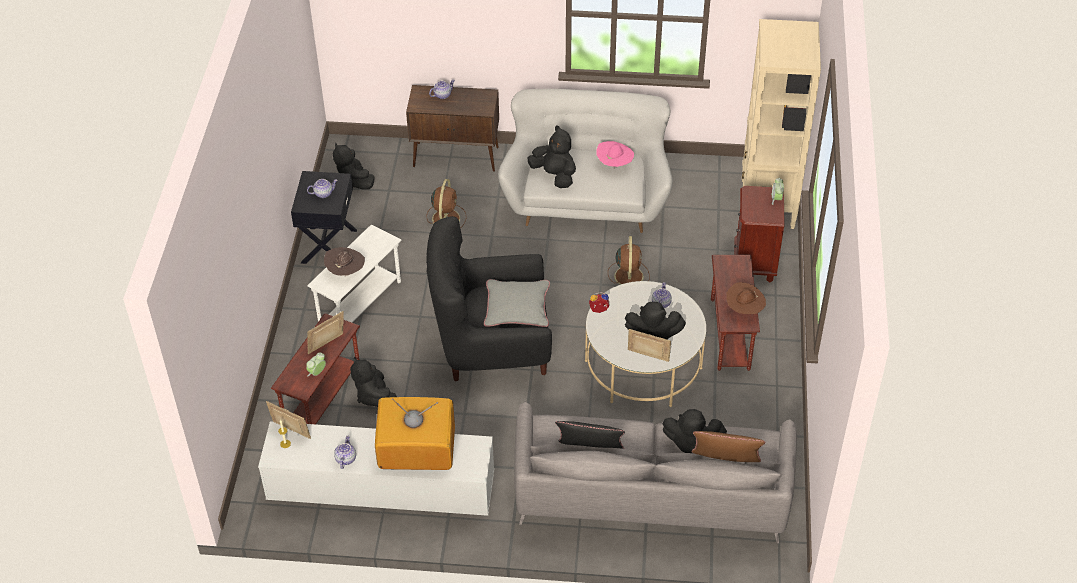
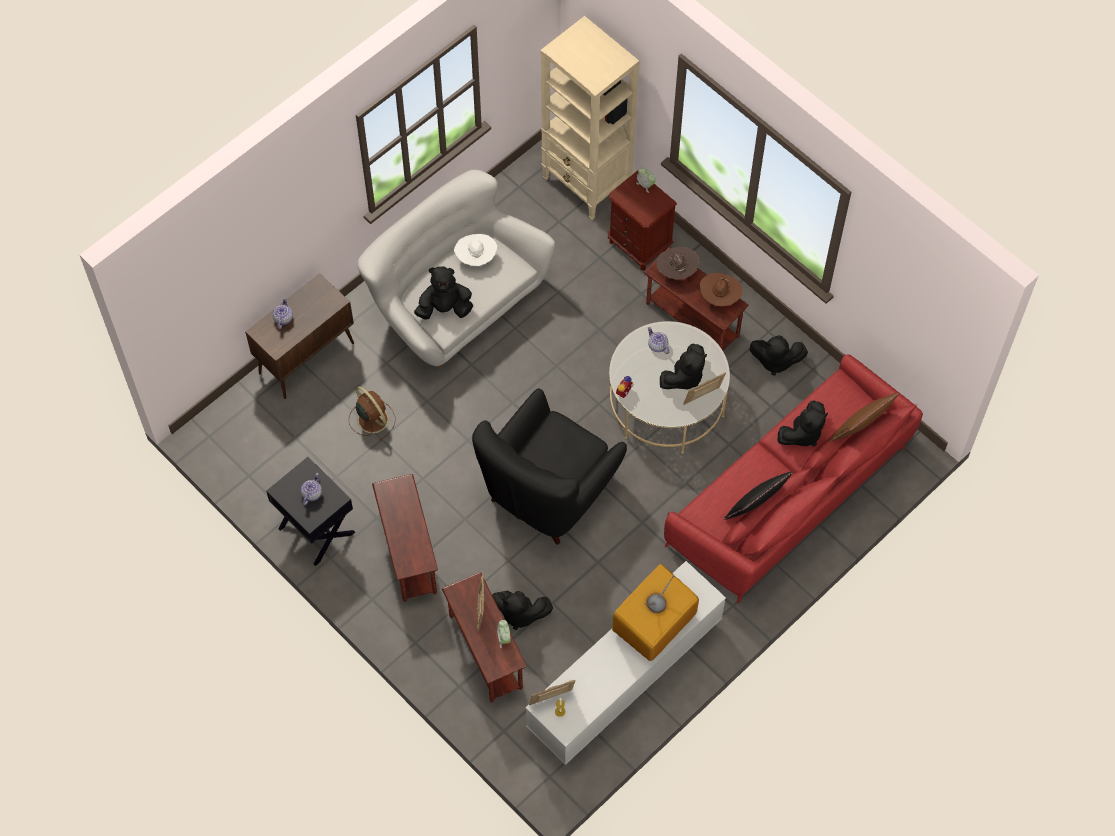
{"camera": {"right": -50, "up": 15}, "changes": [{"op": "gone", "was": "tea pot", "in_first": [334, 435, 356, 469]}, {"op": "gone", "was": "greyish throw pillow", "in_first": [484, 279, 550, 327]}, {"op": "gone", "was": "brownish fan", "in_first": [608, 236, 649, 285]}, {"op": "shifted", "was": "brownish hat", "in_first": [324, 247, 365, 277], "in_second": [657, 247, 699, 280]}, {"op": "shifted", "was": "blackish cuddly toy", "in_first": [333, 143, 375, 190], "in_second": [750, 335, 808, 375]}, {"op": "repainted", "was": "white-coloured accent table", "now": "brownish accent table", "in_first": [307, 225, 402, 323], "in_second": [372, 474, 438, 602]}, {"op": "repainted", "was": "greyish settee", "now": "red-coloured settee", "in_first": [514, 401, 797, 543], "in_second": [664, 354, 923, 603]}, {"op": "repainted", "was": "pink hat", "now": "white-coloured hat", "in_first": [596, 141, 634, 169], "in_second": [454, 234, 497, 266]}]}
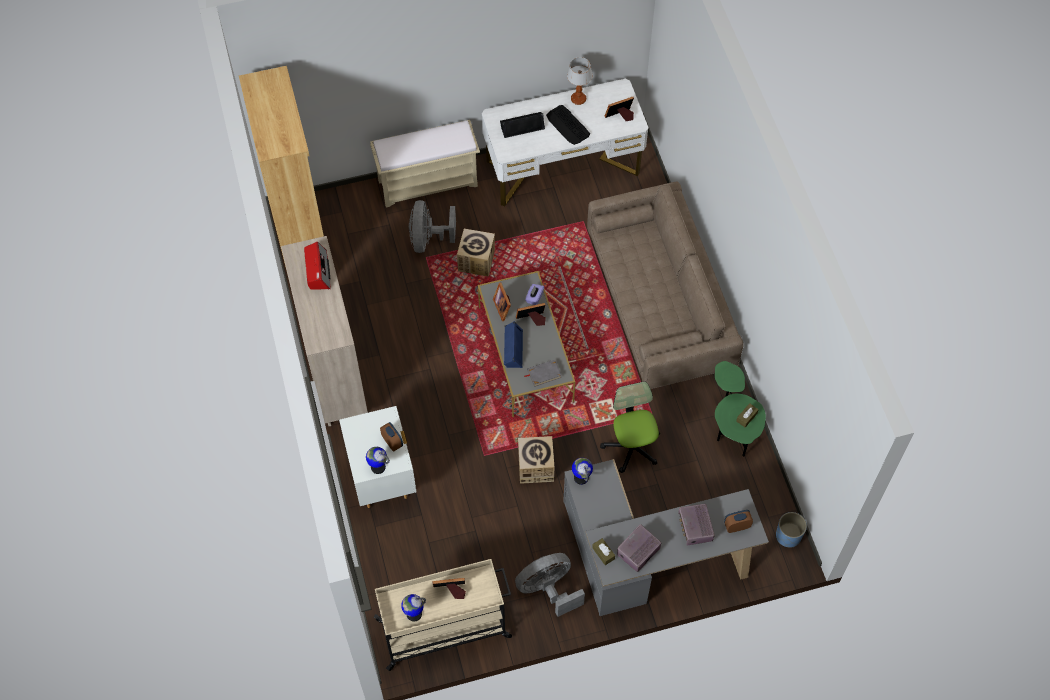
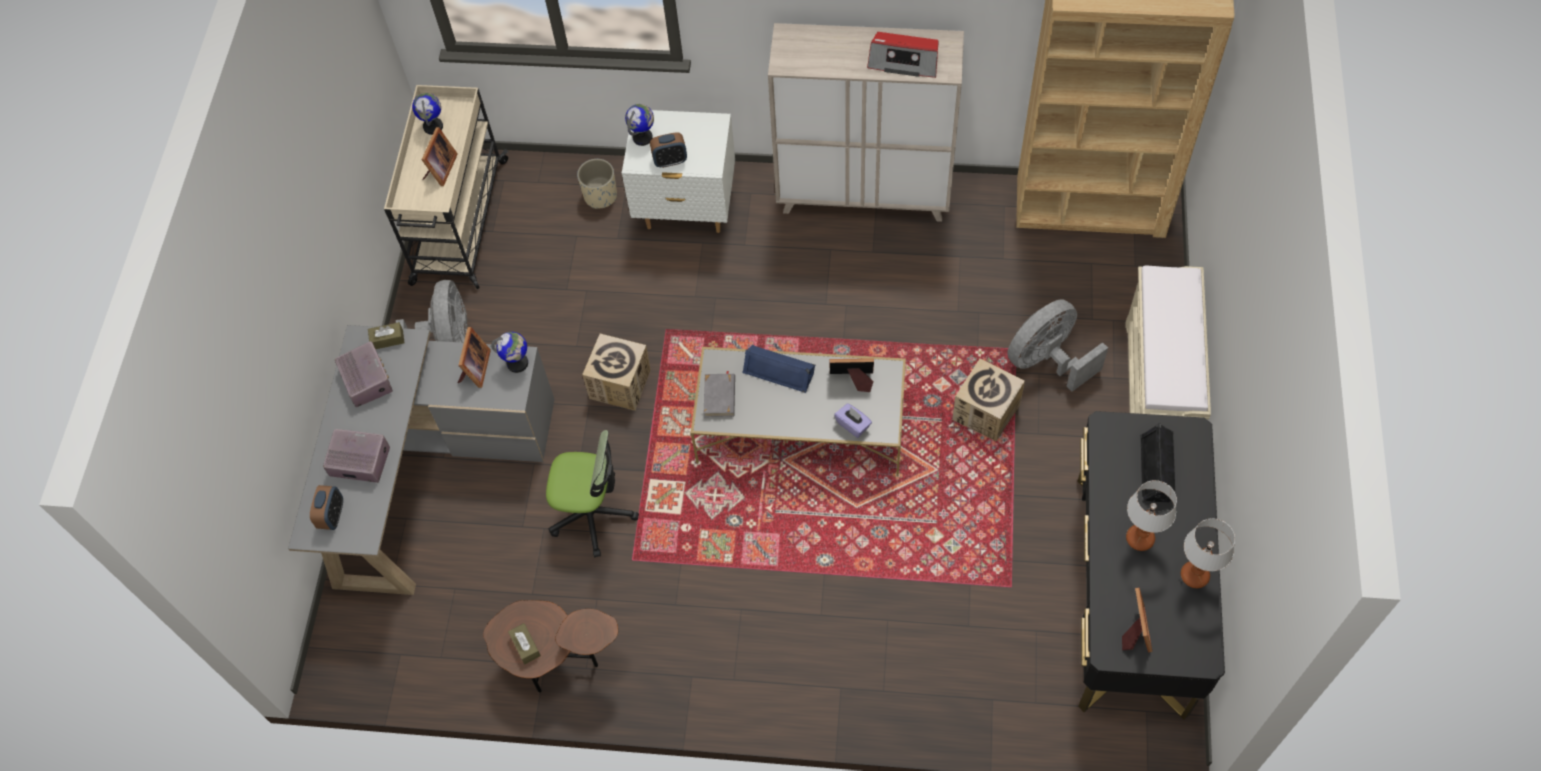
{"camera": {"right": 115, "up": 0}, "changes": [{"op": "gone", "was": "sand-coloured settee", "in_first": [587, 181, 744, 389]}, {"op": "gone", "was": "blue-coloured flower pot", "in_first": [776, 512, 807, 548]}, {"op": "new", "now": "sand-coloured flower pot", "in_second": [577, 159, 617, 209]}, {"op": "shifted", "was": "photo frame", "in_first": [516, 303, 546, 326], "in_second": [458, 327, 491, 388]}, {"op": "swapped", "was": "computer keyboard", "now": "tabletop lamp", "in_first": [546, 105, 590, 145], "in_second": [1126, 480, 1177, 551]}, {"op": "repainted", "was": "white-coloured desk", "now": "blackish desk", "in_first": [482, 79, 649, 207], "in_second": [1077, 411, 1225, 720]}, {"op": "repainted", "was": "green-coloured accent table", "now": "brownish accent table", "in_first": [715, 361, 766, 457], "in_second": [483, 600, 618, 693]}, {"op": "rotated", "was": "greyish fan", "in_first": [409, 200, 456, 253], "in_second": [1007, 299, 1108, 392], "clockwise": -60}]}
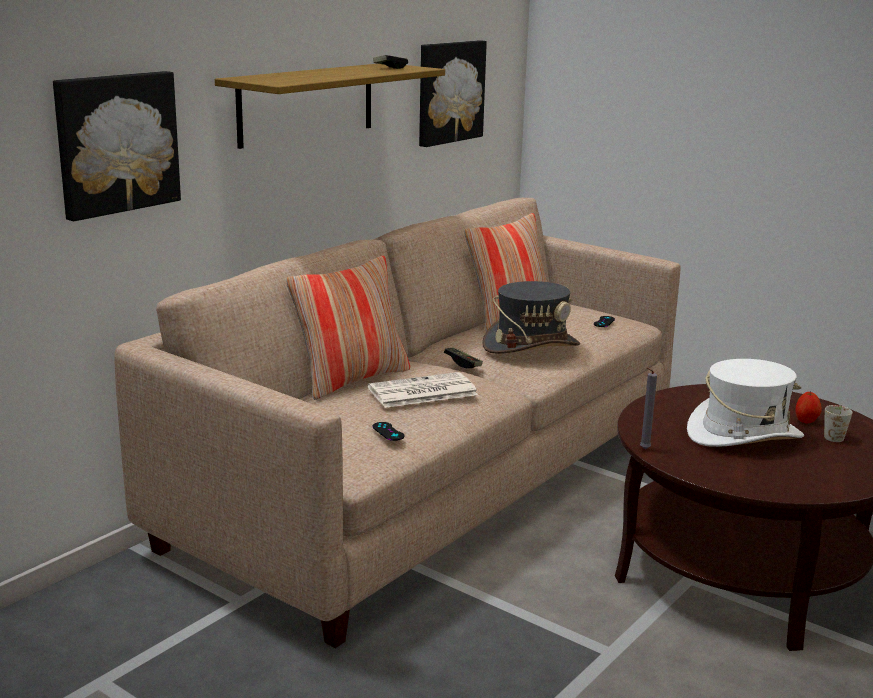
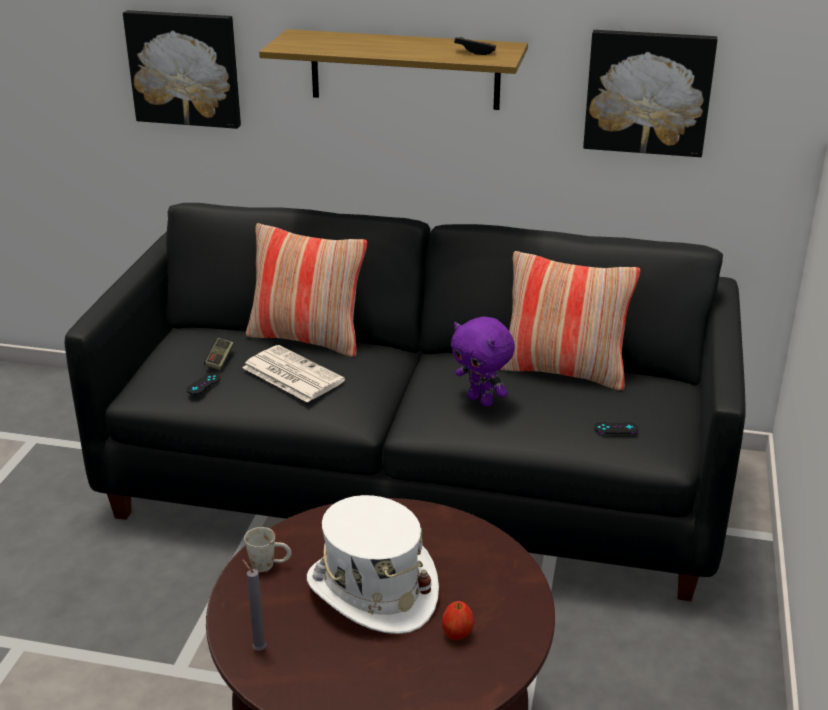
{"camera": {"right": 65, "up": 10}, "changes": [{"op": "shifted", "was": "game controller", "in_first": [444, 347, 483, 368], "in_second": [204, 338, 234, 370]}, {"op": "shifted", "was": "greyish wax candle", "in_first": [640, 367, 657, 449], "in_second": [242, 559, 266, 651]}, {"op": "shifted", "was": "white-coloured tea mug", "in_first": [824, 405, 852, 442], "in_second": [244, 527, 292, 572]}, {"op": "swapped", "was": "greyish hat", "now": "purplish cuddly toy", "in_first": [482, 281, 580, 354], "in_second": [451, 317, 515, 407]}, {"op": "repainted", "was": "sand-coloured settee", "now": "blackish settee", "in_first": [114, 198, 681, 648], "in_second": [65, 203, 746, 601]}]}
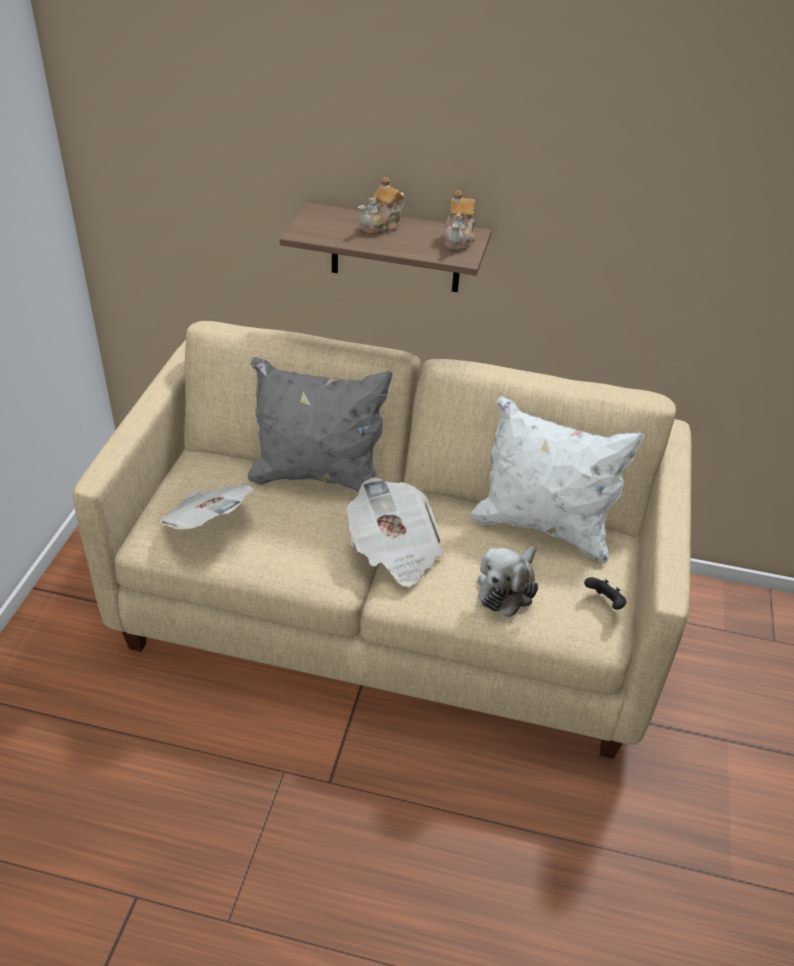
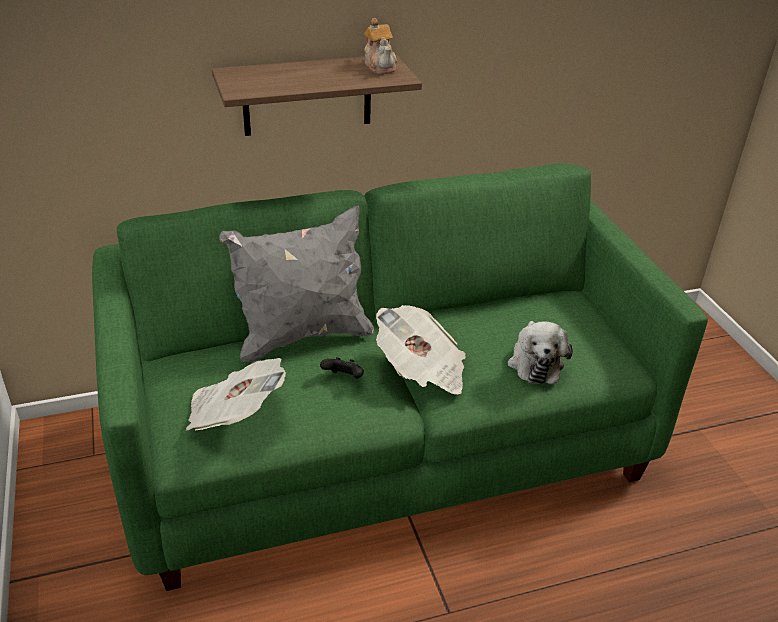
{"camera": {"right": -30, "up": -5}, "changes": [{"op": "gone", "was": "tea pot", "in_first": [358, 177, 406, 234]}, {"op": "gone", "was": "white-coloured throw pillow", "in_first": [471, 396, 644, 564]}, {"op": "shifted", "was": "blackish game controller", "in_first": [584, 577, 626, 610], "in_second": [320, 357, 364, 379]}, {"op": "repainted", "was": "sand-coloured settee", "now": "green-coloured settee", "in_first": [73, 321, 691, 759], "in_second": [92, 163, 708, 591]}]}
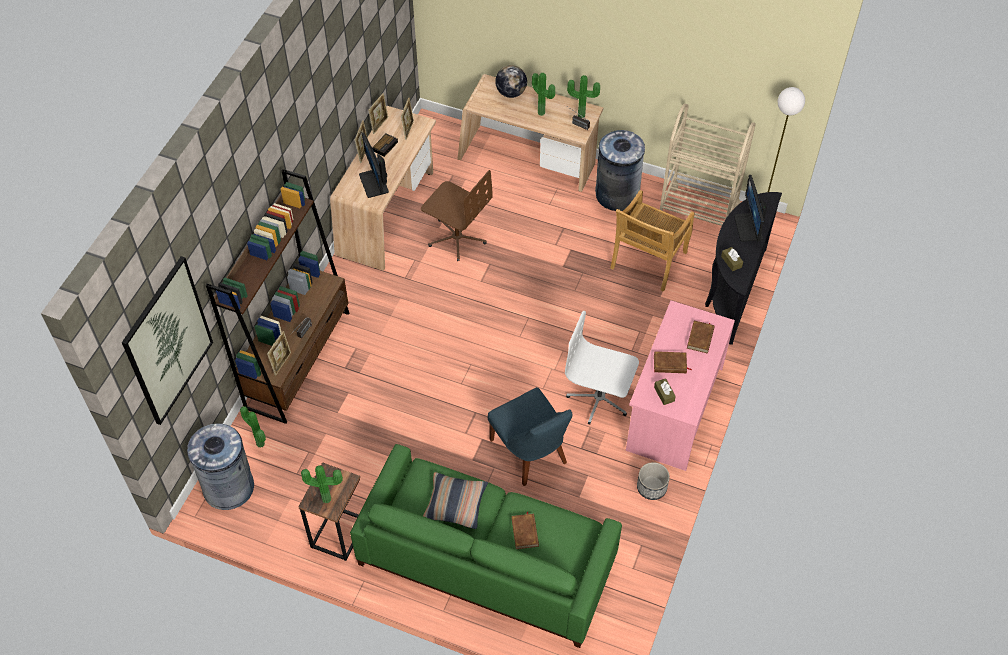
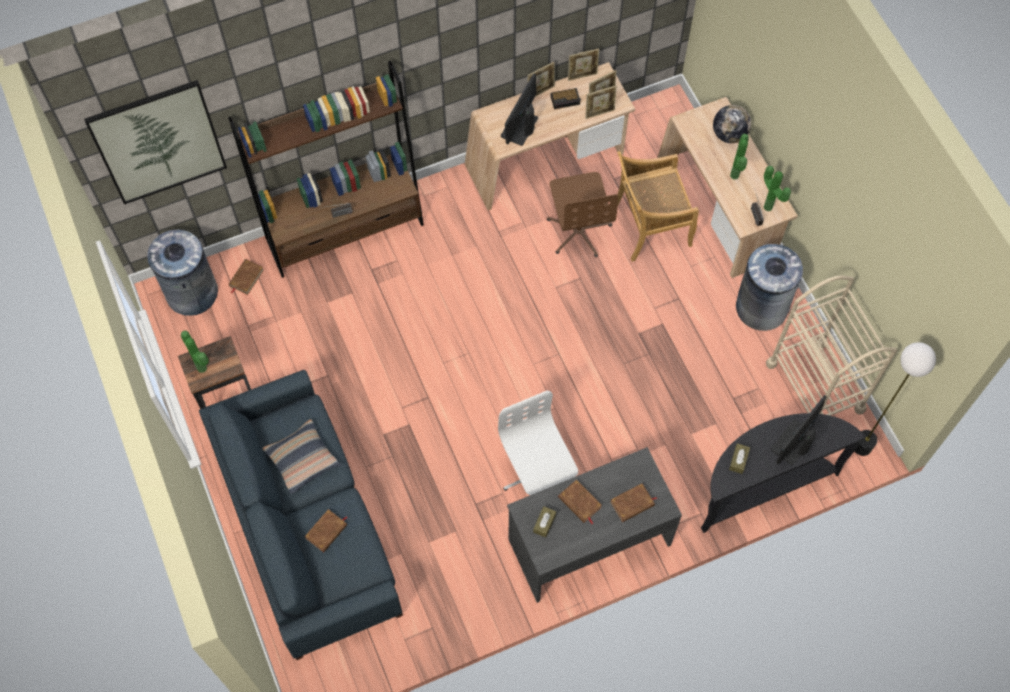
{"camera": {"right": 45, "up": 10}, "changes": [{"op": "gone", "was": "blue-coloured chair", "in_first": [488, 387, 572, 486]}, {"op": "gone", "was": "flower pot", "in_first": [637, 462, 670, 500]}, {"op": "shifted", "was": "photo frame", "in_first": [267, 331, 291, 375], "in_second": [585, 85, 617, 119]}, {"op": "shifted", "was": "sand-coloured chair", "in_first": [610, 190, 694, 292], "in_second": [617, 151, 699, 262]}, {"op": "swapped", "was": "potted plant", "now": "brownish book", "in_first": [240, 406, 266, 448], "in_second": [229, 259, 264, 295]}, {"op": "repainted", "was": "green-coloured settee", "now": "blue-coloured settee", "in_first": [350, 444, 622, 648], "in_second": [199, 370, 403, 660]}, {"op": "repainted", "was": "pink desk", "now": "greyish desk", "in_first": [626, 300, 735, 471], "in_second": [507, 447, 682, 603]}]}
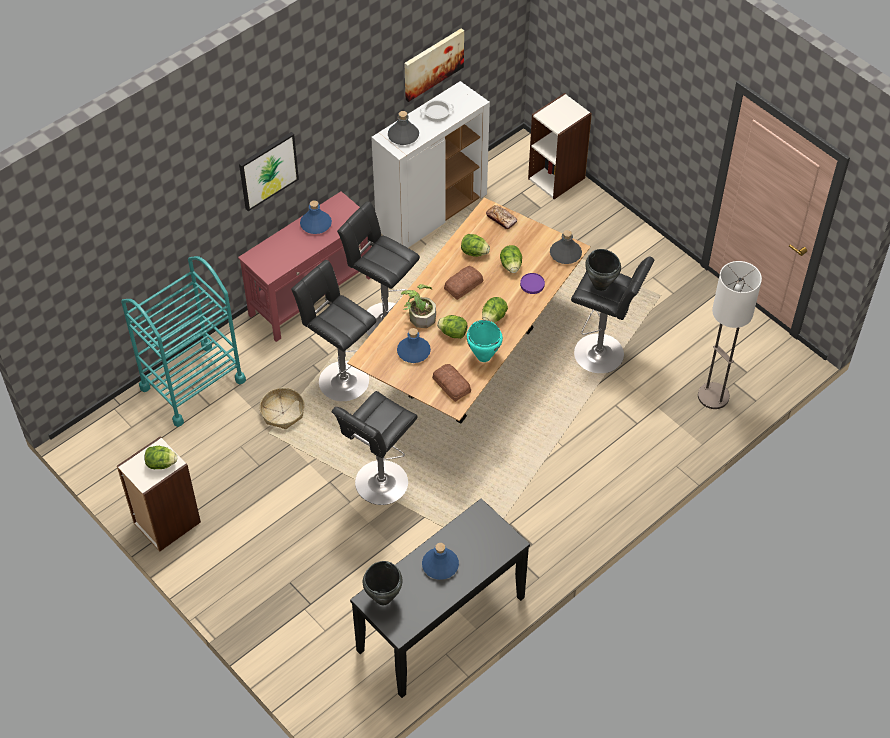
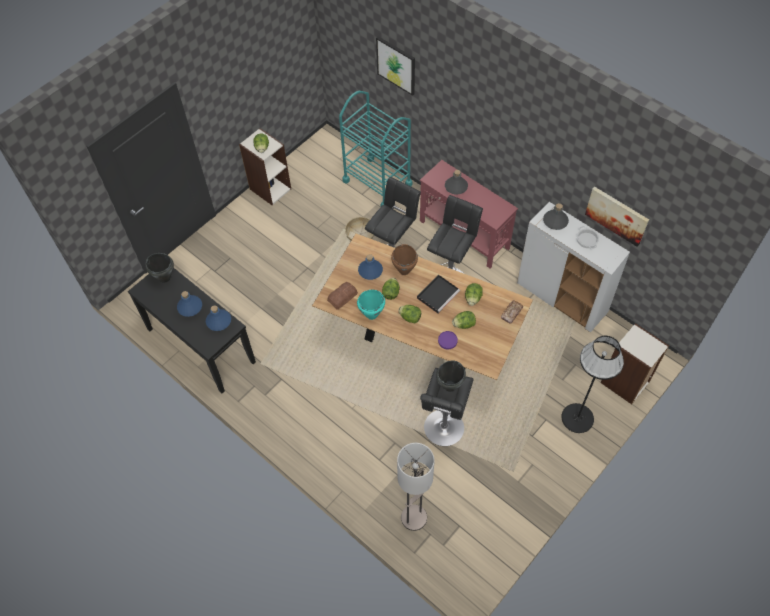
{"camera": {"right": 85, "up": 5}, "changes": [{"op": "gone", "was": "blackish stool", "in_first": [332, 391, 418, 505]}, {"op": "new", "now": "blackish standing lamp", "in_second": [561, 336, 624, 433]}, {"op": "shifted", "was": "wall picture", "in_first": [239, 132, 299, 211], "in_second": [376, 36, 415, 96]}, {"op": "shifted", "was": "blue-coloured bottle", "in_first": [300, 200, 332, 234], "in_second": [206, 305, 231, 331]}, {"op": "shifted", "was": "greyish bottle", "in_first": [550, 230, 582, 264], "in_second": [445, 170, 468, 194]}, {"op": "swapped", "was": "potted plant", "now": "brownish cooking pot", "in_first": [401, 284, 436, 328], "in_second": [391, 244, 418, 275]}, {"op": "swapped", "was": "bread", "now": "blackish tray", "in_first": [444, 266, 483, 300], "in_second": [417, 275, 460, 313]}]}
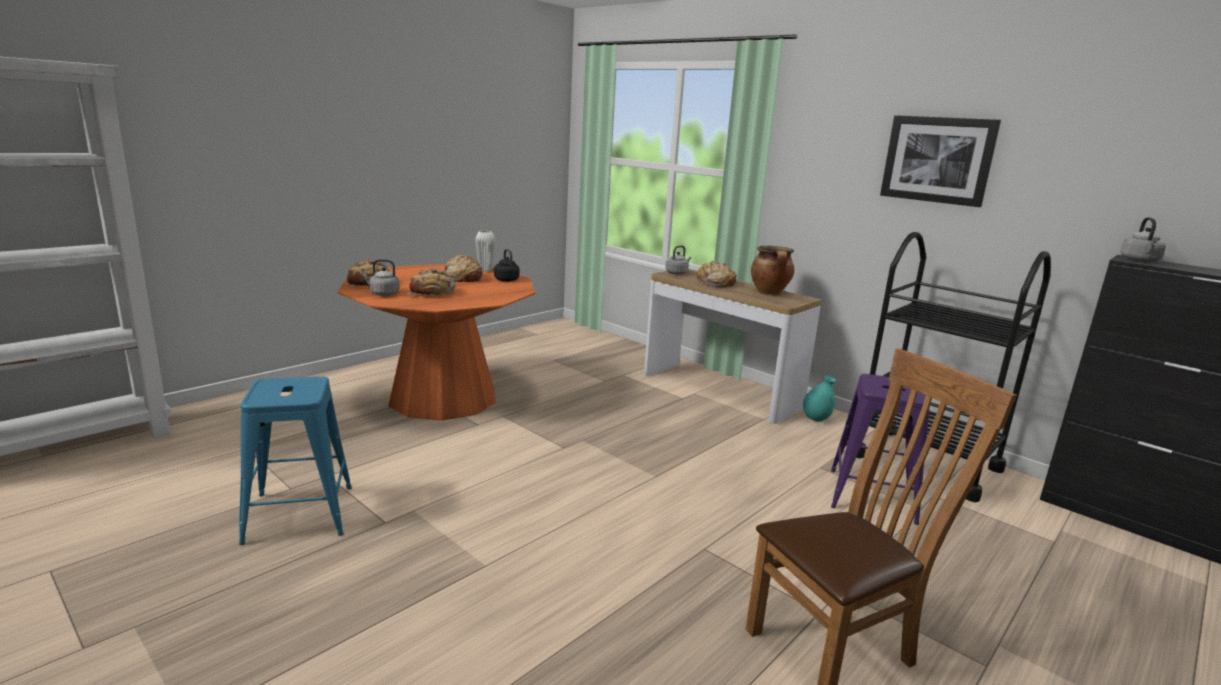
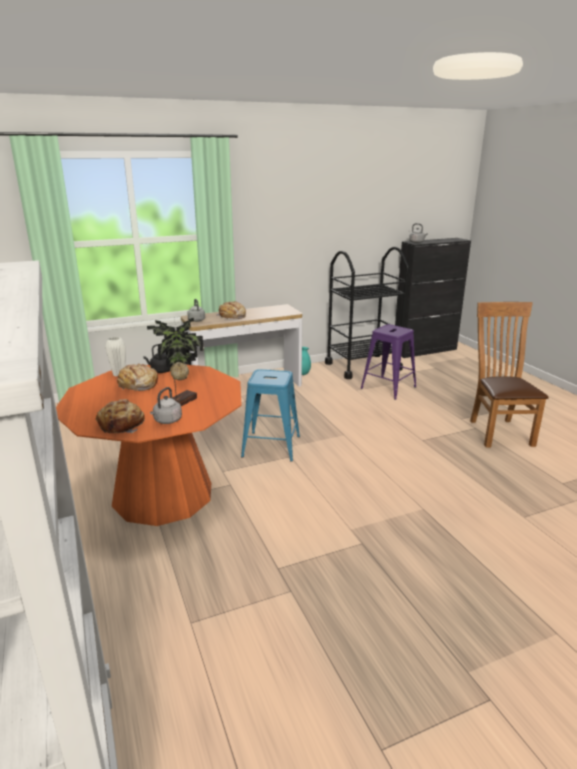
{"camera": {"right": -65, "up": 5}, "changes": [{"op": "gone", "was": "cooking pot", "in_first": [751, 246, 794, 295]}, {"op": "gone", "was": "wall picture", "in_first": [880, 115, 1001, 207]}, {"op": "shifted", "was": "blue-coloured stool", "in_first": [239, 376, 352, 545], "in_second": [241, 369, 300, 462]}, {"op": "swapped", "was": "bread", "now": "potted plant", "in_first": [407, 267, 456, 296], "in_second": [147, 318, 204, 406]}]}
